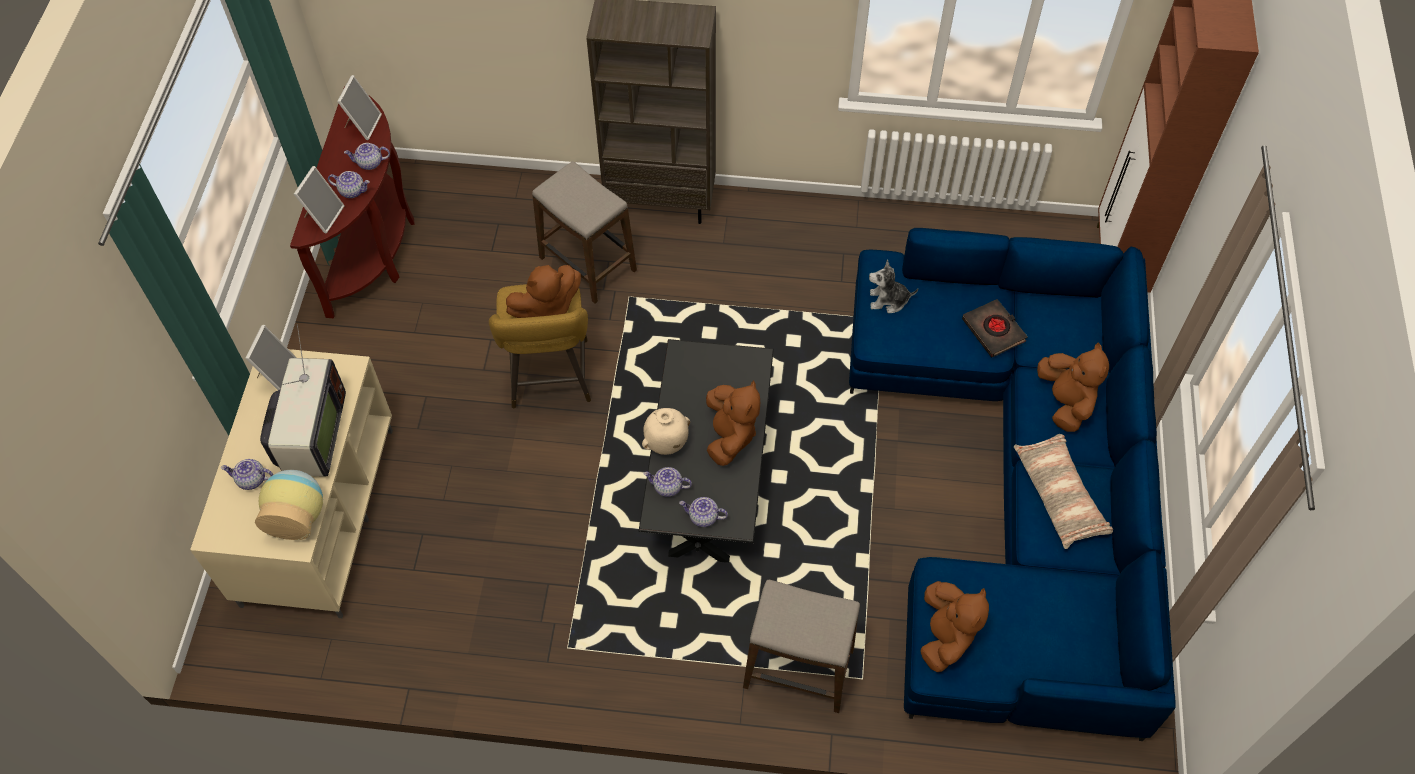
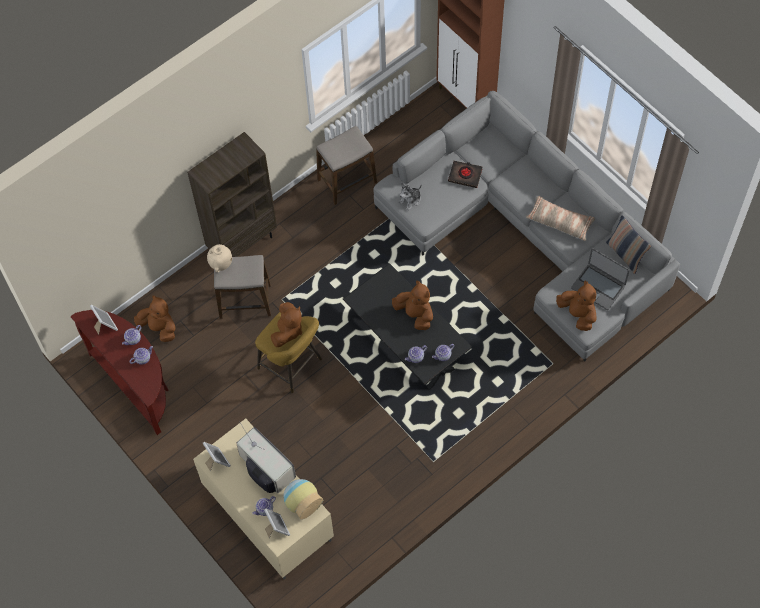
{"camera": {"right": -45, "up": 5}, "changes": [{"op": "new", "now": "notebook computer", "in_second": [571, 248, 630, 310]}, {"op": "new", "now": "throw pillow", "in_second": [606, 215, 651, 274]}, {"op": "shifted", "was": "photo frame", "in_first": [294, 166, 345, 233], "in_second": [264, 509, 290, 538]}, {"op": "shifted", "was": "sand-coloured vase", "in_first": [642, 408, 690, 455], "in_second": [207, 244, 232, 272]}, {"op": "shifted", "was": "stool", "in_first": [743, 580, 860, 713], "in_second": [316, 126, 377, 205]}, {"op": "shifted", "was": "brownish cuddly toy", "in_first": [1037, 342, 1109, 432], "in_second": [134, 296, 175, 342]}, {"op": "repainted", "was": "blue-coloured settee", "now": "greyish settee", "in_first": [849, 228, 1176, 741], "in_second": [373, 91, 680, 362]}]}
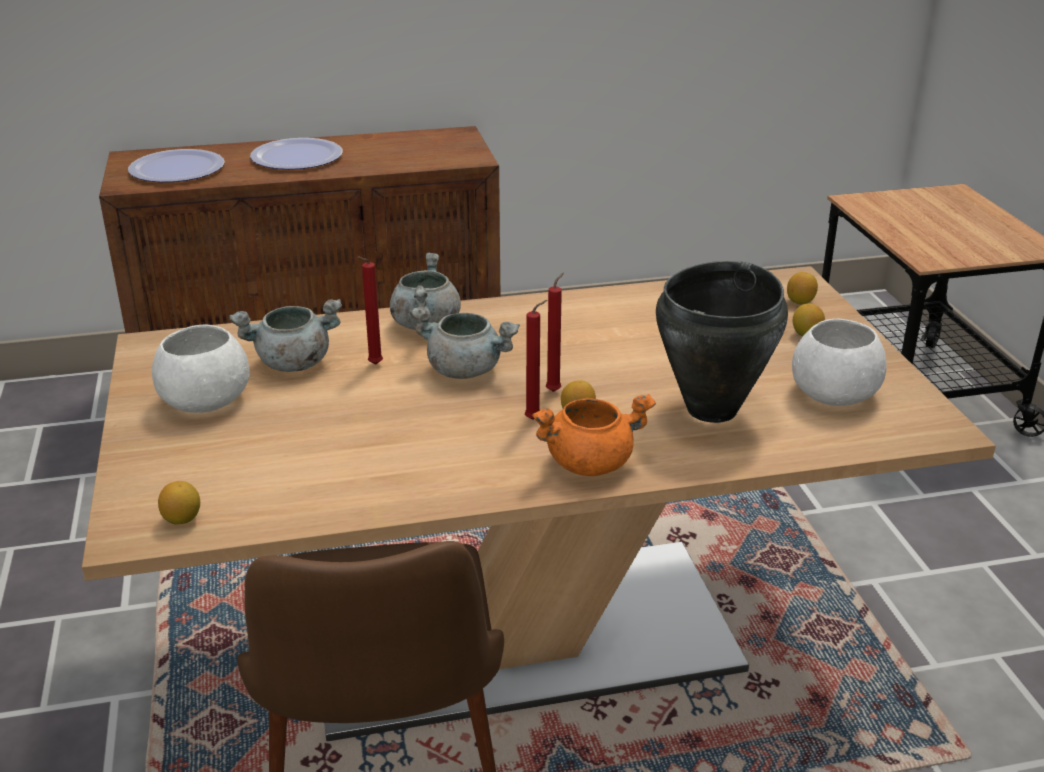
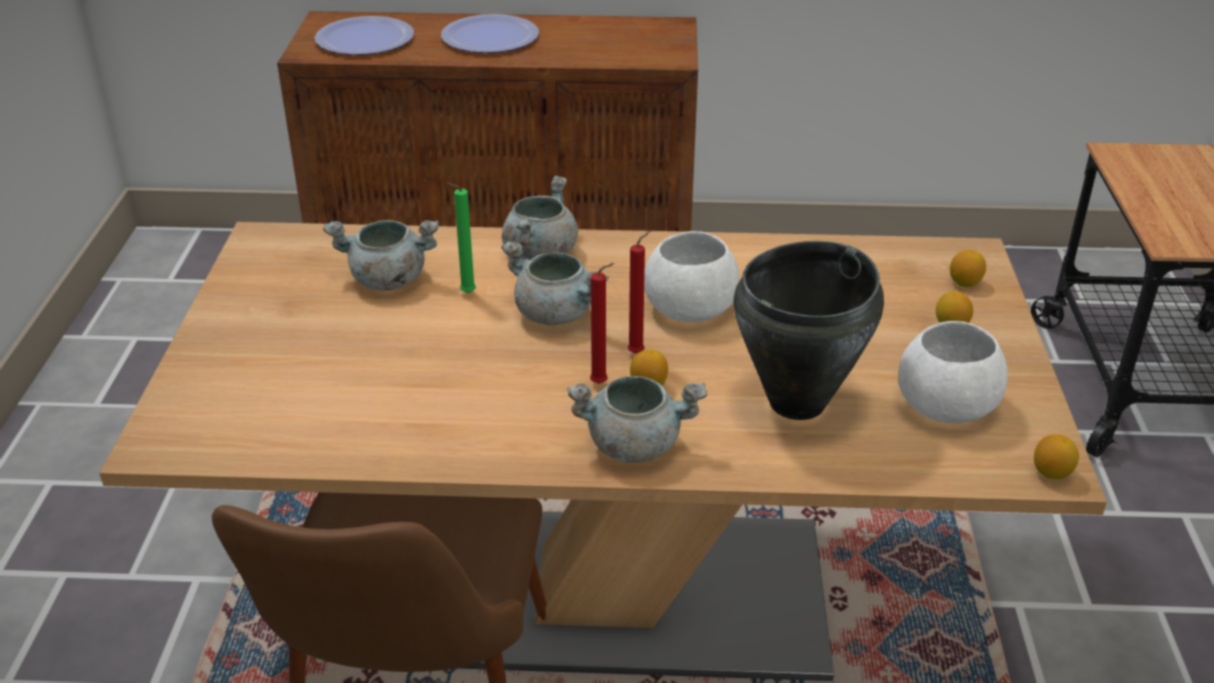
{"camera": {"right": 15, "up": 5}, "changes": [{"op": "shifted", "was": "white-coloured serving bowl", "in_first": [152, 324, 250, 413], "in_second": [644, 231, 740, 322]}, {"op": "shifted", "was": "citrus fruit", "in_first": [158, 481, 200, 524], "in_second": [1034, 434, 1079, 479]}, {"op": "repainted", "was": "red-coloured wax candle", "now": "green-coloured wax candle", "in_first": [357, 256, 383, 365], "in_second": [447, 183, 476, 294]}, {"op": "repainted", "was": "orange-coloured cooking pot", "now": "greyish cooking pot", "in_first": [532, 394, 656, 476], "in_second": [567, 376, 707, 463]}]}
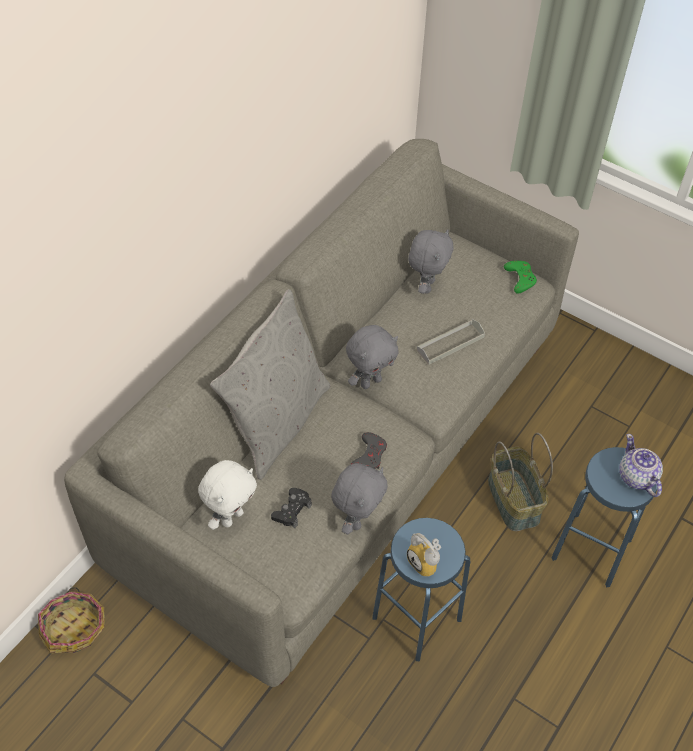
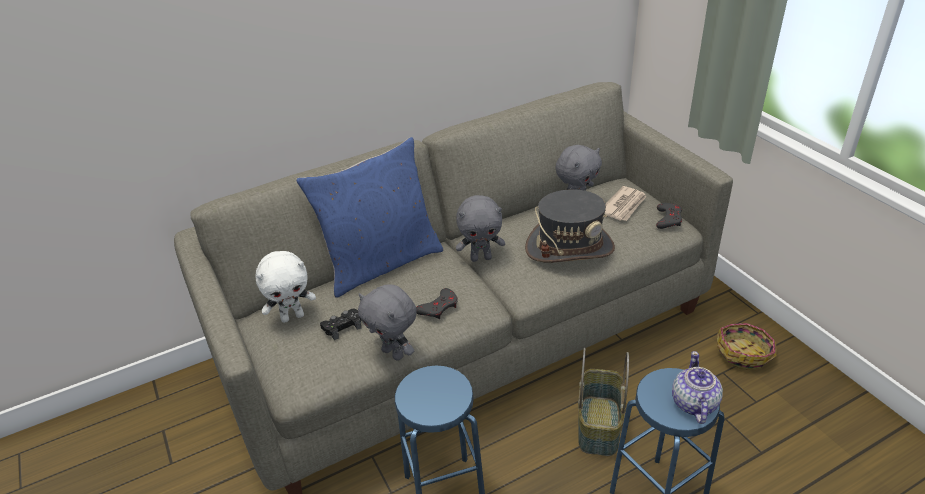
{"camera": {"right": 30, "up": -15}, "changes": [{"op": "gone", "was": "table clock", "in_first": [407, 533, 441, 577]}, {"op": "new", "now": "newspaper", "in_second": [605, 186, 646, 221]}, {"op": "shifted", "was": "basket", "in_first": [38, 587, 105, 654], "in_second": [717, 323, 777, 370]}, {"op": "swapped", "was": "greyish tray", "now": "greyish hat", "in_first": [416, 319, 485, 365], "in_second": [525, 189, 615, 263]}, {"op": "repainted", "was": "greyish throw pillow", "now": "blue-coloured throw pillow", "in_first": [210, 289, 330, 480], "in_second": [296, 137, 443, 298]}, {"op": "repainted", "was": "green-coloured game controller", "now": "greyish game controller", "in_first": [504, 261, 537, 294], "in_second": [656, 203, 682, 229]}, {"op": "rotated", "was": "greyish cuddly toy", "in_first": [331, 463, 388, 534], "in_second": [358, 284, 417, 361], "clockwise": 75}]}
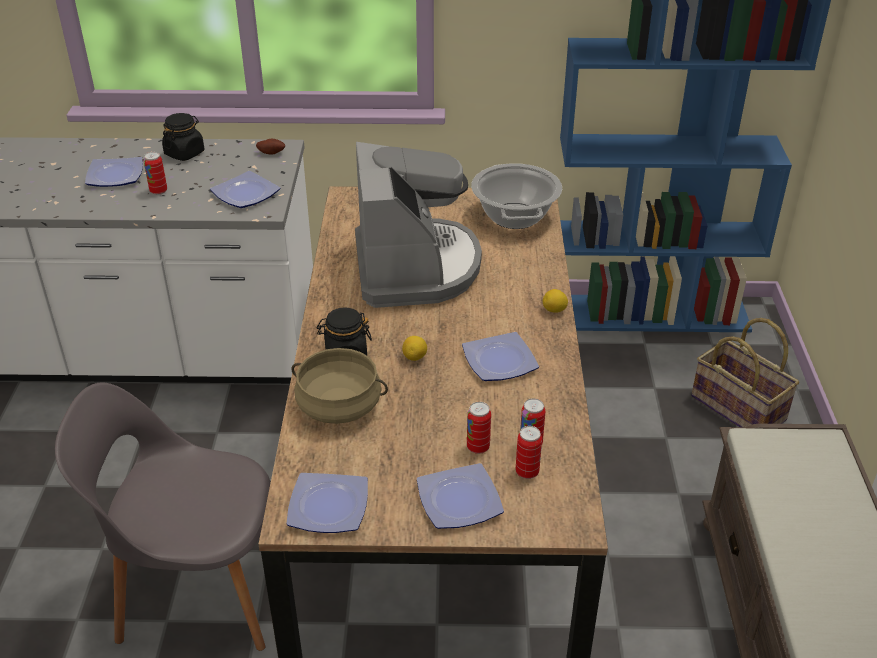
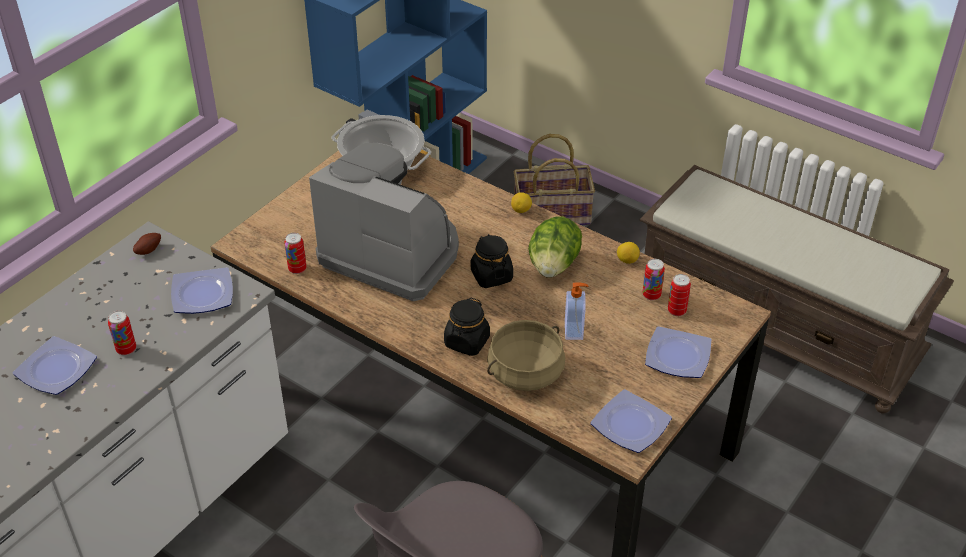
{"camera": {"right": -55, "up": 5}, "changes": [{"op": "new", "now": "liquid soap bottle", "in_second": [565, 282, 588, 340]}, {"op": "shifted", "was": "blackish preserve jar", "in_first": [162, 113, 204, 161], "in_second": [471, 234, 513, 288]}, {"op": "shifted", "was": "citrus fruit", "in_first": [402, 336, 427, 361], "in_second": [617, 242, 640, 264]}, {"op": "shifted", "was": "can", "in_first": [467, 402, 491, 454], "in_second": [284, 233, 306, 274]}, {"op": "swapped", "was": "plate", "now": "head of lettuce", "in_first": [462, 332, 539, 381], "in_second": [528, 217, 582, 278]}]}
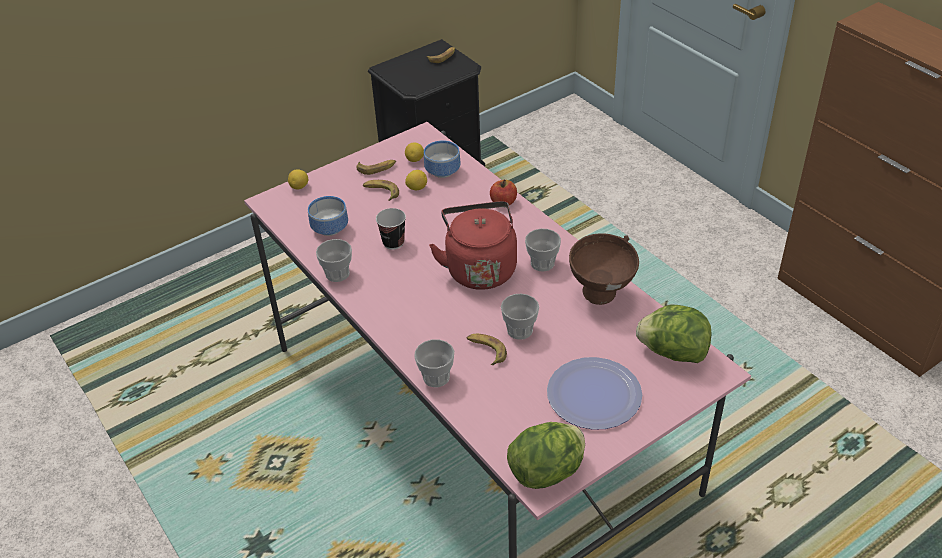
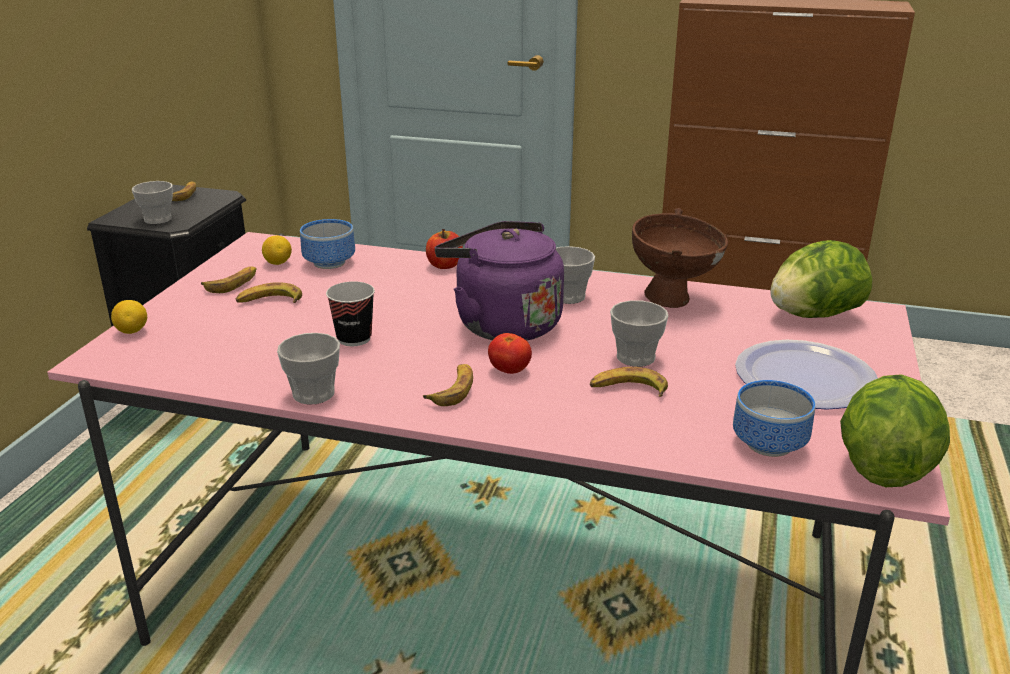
{"camera": {"right": -40, "up": -15}, "changes": [{"op": "gone", "was": "citrus fruit", "in_first": [405, 170, 427, 190]}, {"op": "new", "now": "whole banana", "in_second": [423, 364, 473, 406]}, {"op": "new", "now": "fresh tomato", "in_second": [488, 333, 532, 374]}, {"op": "shifted", "was": "serving bowl", "in_first": [308, 196, 348, 236], "in_second": [733, 380, 816, 457]}, {"op": "shifted", "was": "small cup", "in_first": [414, 339, 454, 387], "in_second": [132, 181, 173, 224]}, {"op": "repainted", "was": "red-coloured water kettle", "now": "purplish water kettle", "in_first": [429, 201, 517, 290], "in_second": [435, 221, 564, 341]}]}
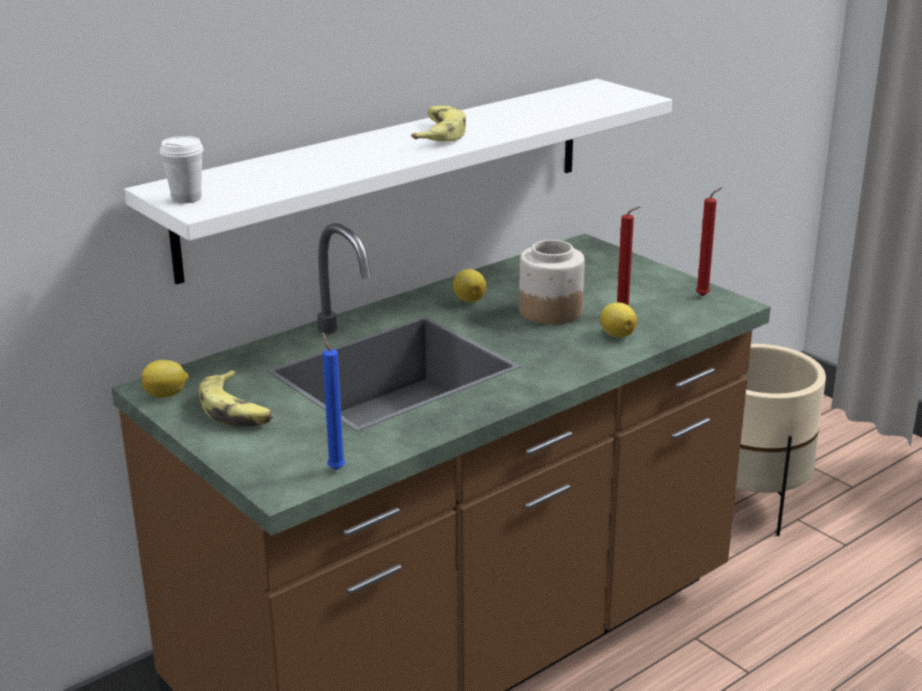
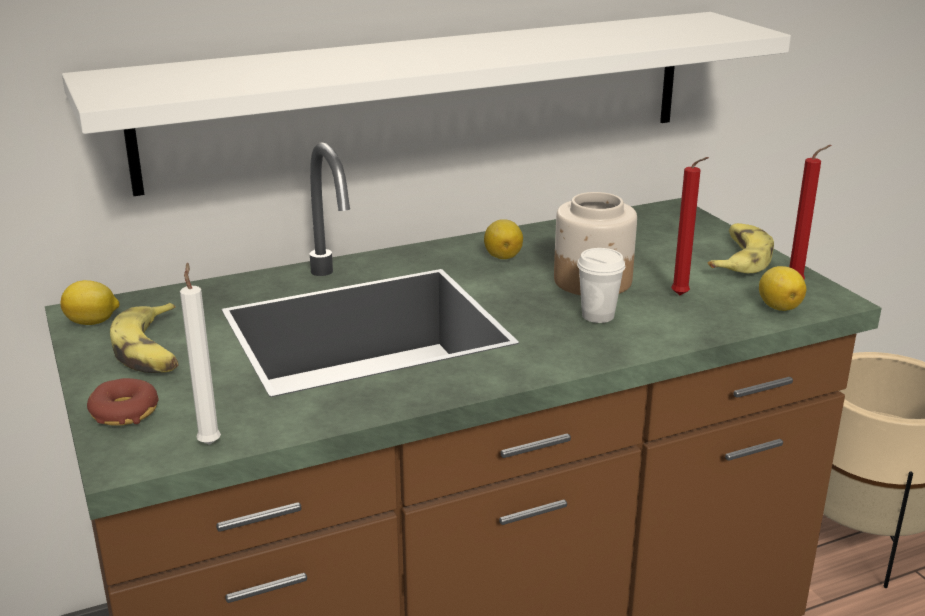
{"camera": {"right": 15, "up": 0}, "changes": [{"op": "new", "now": "donut", "in_second": [87, 378, 158, 426]}, {"op": "shifted", "was": "white-coloured small cup", "in_first": [160, 136, 204, 203], "in_second": [577, 248, 625, 323]}, {"op": "shifted", "was": "whole banana", "in_first": [411, 106, 466, 142], "in_second": [708, 223, 774, 273]}, {"op": "shifted", "was": "citrus fruit", "in_first": [600, 302, 637, 338], "in_second": [759, 266, 806, 311]}, {"op": "repainted", "was": "blue-coloured wax candle", "now": "white-coloured wax candle", "in_first": [322, 332, 345, 470], "in_second": [180, 262, 221, 445]}]}
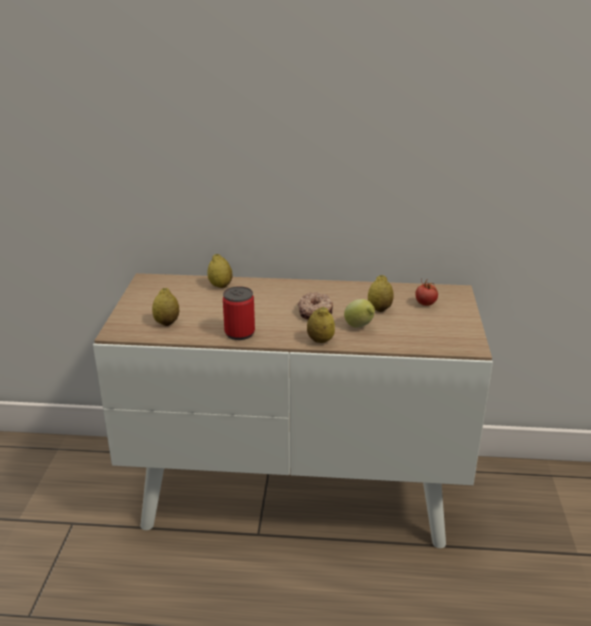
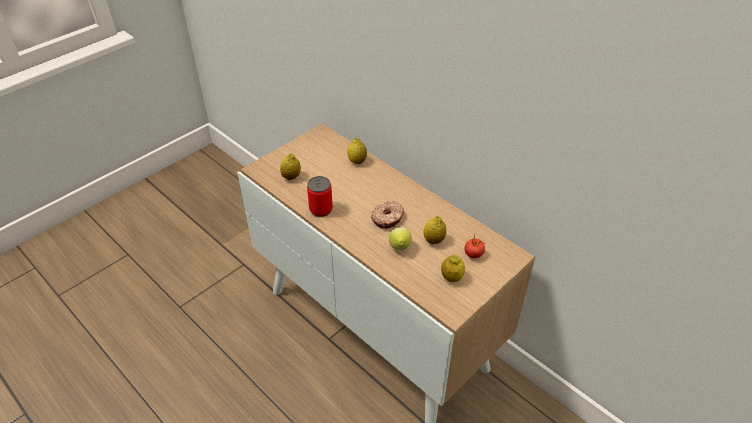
{"camera": {"right": 40, "up": 15}, "changes": [{"op": "shifted", "was": "citrus fruit", "in_first": [307, 306, 335, 343], "in_second": [441, 255, 465, 282]}]}
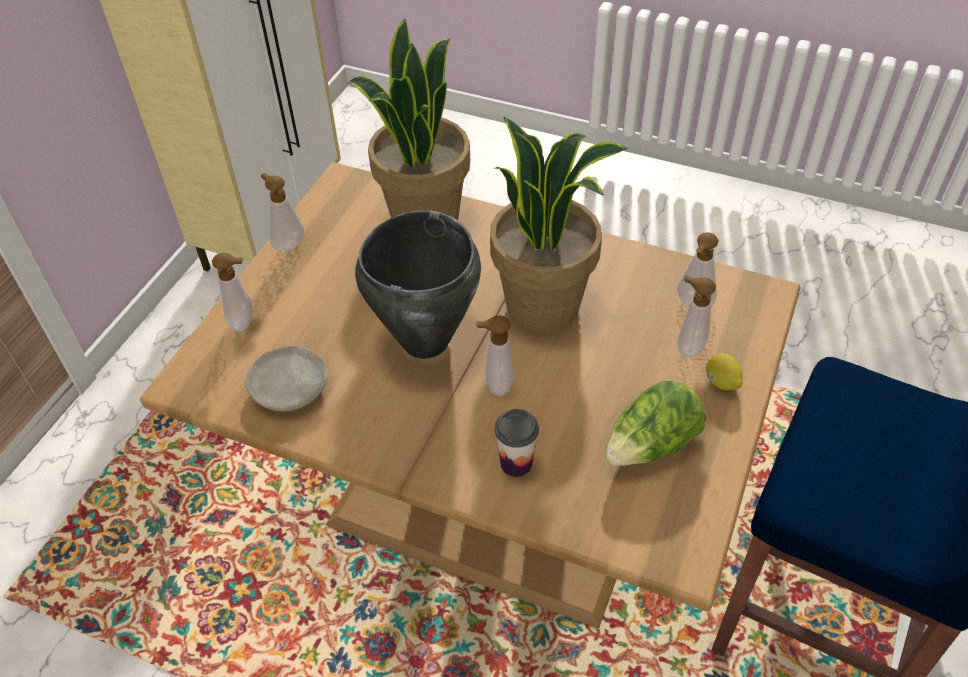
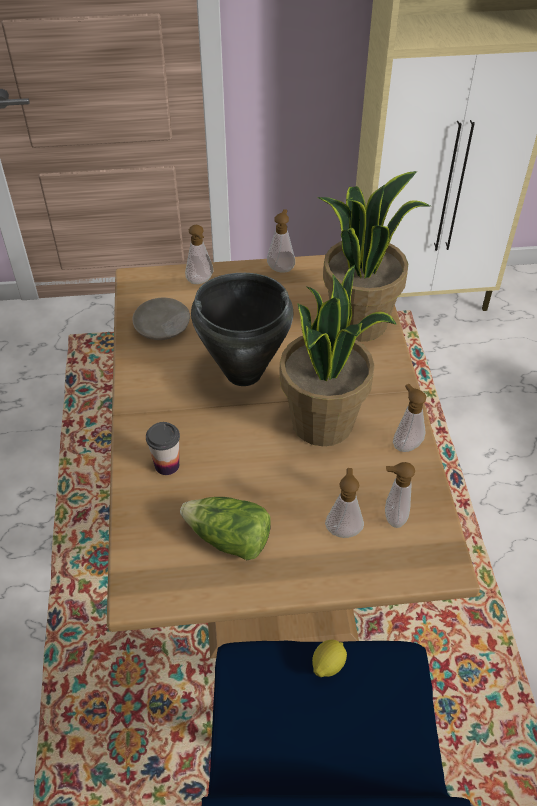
{"camera": {"right": 60, "up": 0}, "changes": [{"op": "shifted", "was": "liquid soap bottle", "in_first": [476, 315, 514, 396], "in_second": [393, 384, 427, 452]}, {"op": "shifted", "was": "citrus fruit", "in_first": [706, 353, 743, 391], "in_second": [312, 639, 347, 677]}]}
